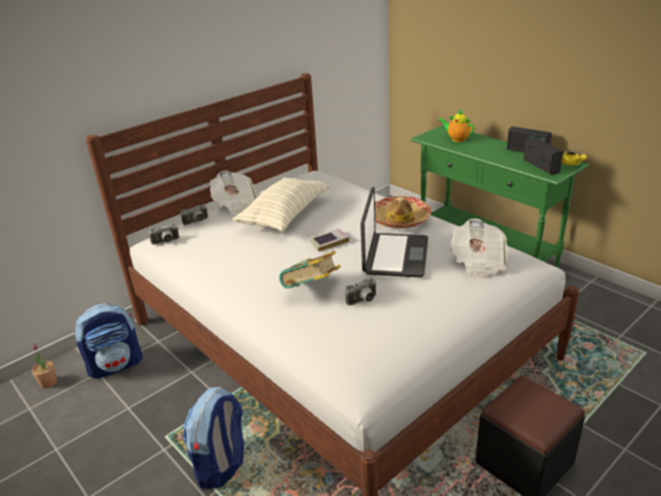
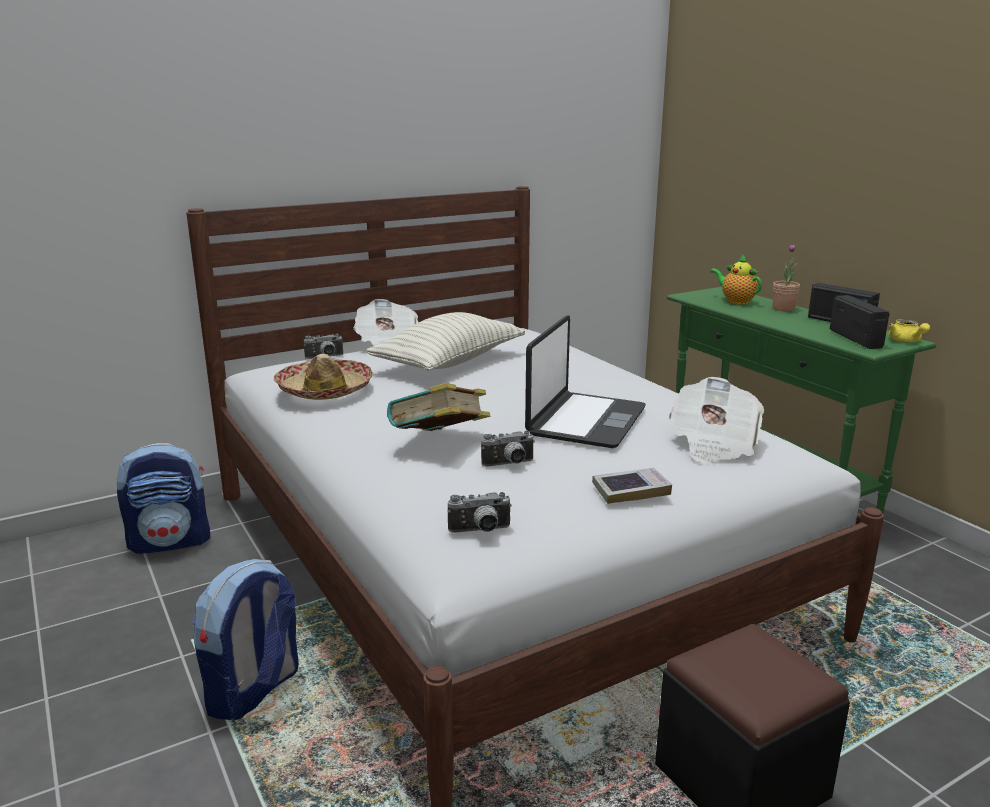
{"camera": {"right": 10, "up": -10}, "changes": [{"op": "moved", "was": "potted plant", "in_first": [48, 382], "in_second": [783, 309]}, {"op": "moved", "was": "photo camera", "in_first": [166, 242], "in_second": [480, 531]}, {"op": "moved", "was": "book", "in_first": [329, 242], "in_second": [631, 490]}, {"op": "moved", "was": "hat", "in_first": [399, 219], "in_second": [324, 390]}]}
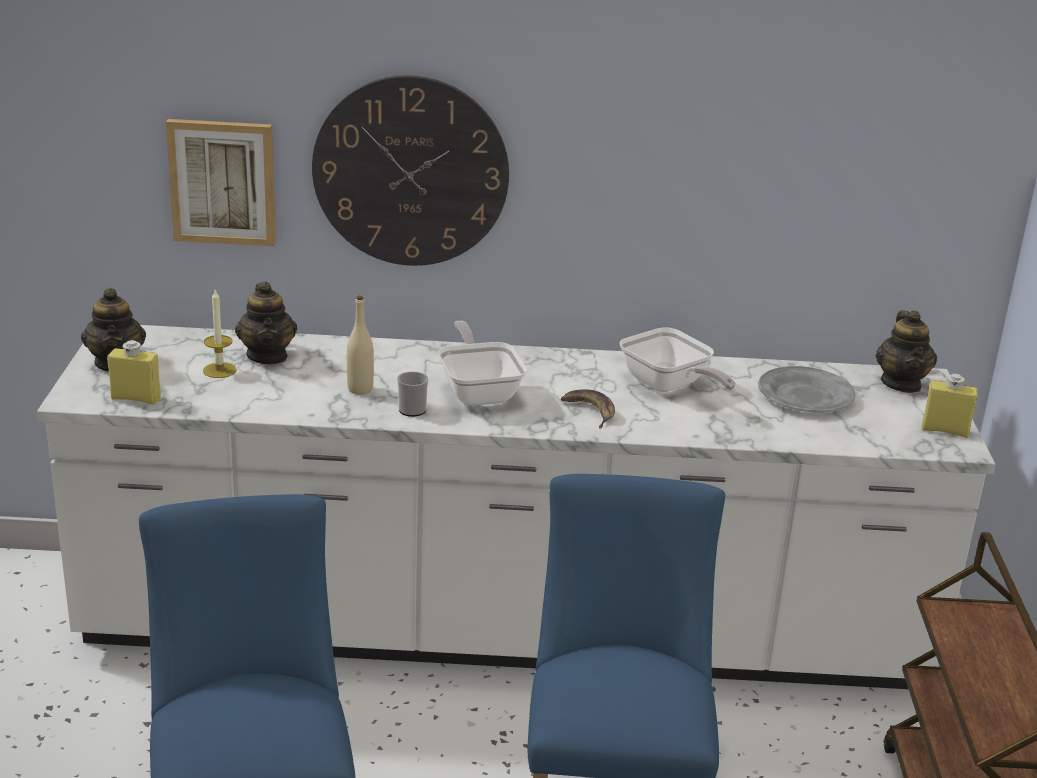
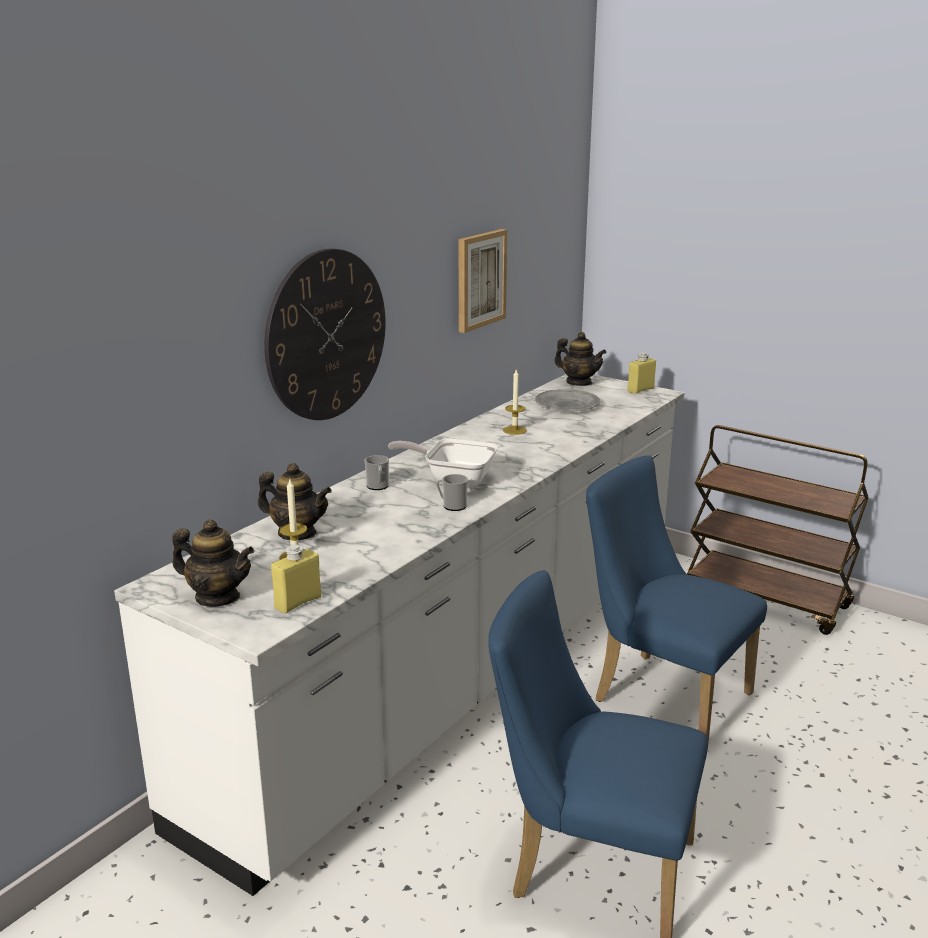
{"camera": {"right": -55, "up": -5}, "changes": [{"op": "moved", "was": "picture", "in_first": [223, 182], "in_second": [480, 279]}, {"op": "removed", "was": "bottle/beige", "in_first": [360, 389]}, {"op": "removed", "was": "banana", "in_first": [590, 411]}, {"op": "replaced", "was": "frying pan", "now": "candle", "in_first": [669, 386], "in_second": [514, 430]}, {"op": "added", "now": "mug", "in_second": [378, 487]}]}
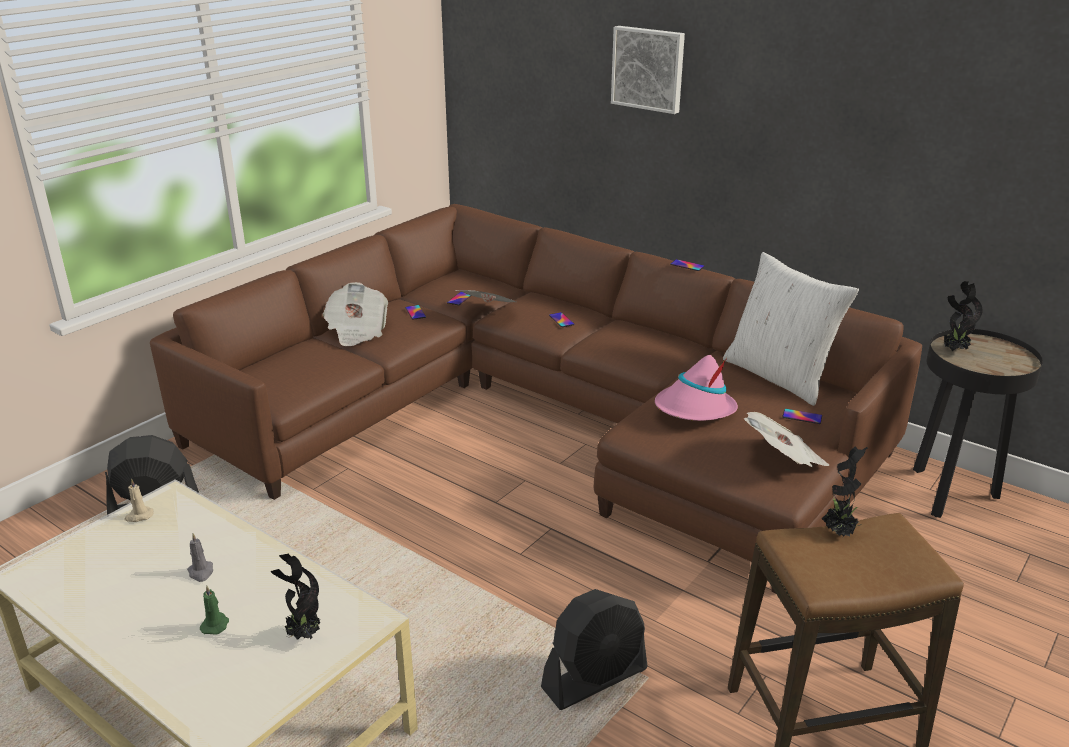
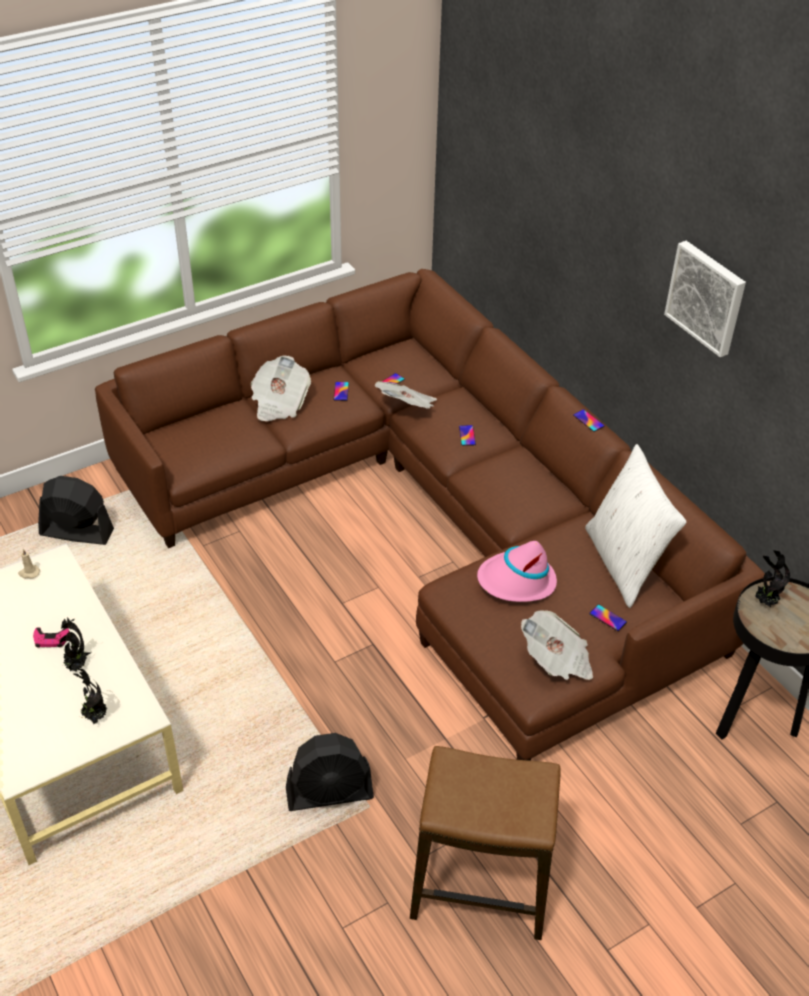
{"camera": {"right": 20, "up": 15}, "changes": [{"op": "replaced", "was": "candle/grey", "now": "game controller/pink", "in_first": [201, 572], "in_second": [51, 639]}, {"op": "removed", "was": "candle/green", "in_first": [215, 624]}, {"op": "moved", "was": "picture", "in_first": [648, 68], "in_second": [707, 297]}, {"op": "moved", "was": "potted plant", "in_first": [839, 533], "in_second": [77, 666]}]}
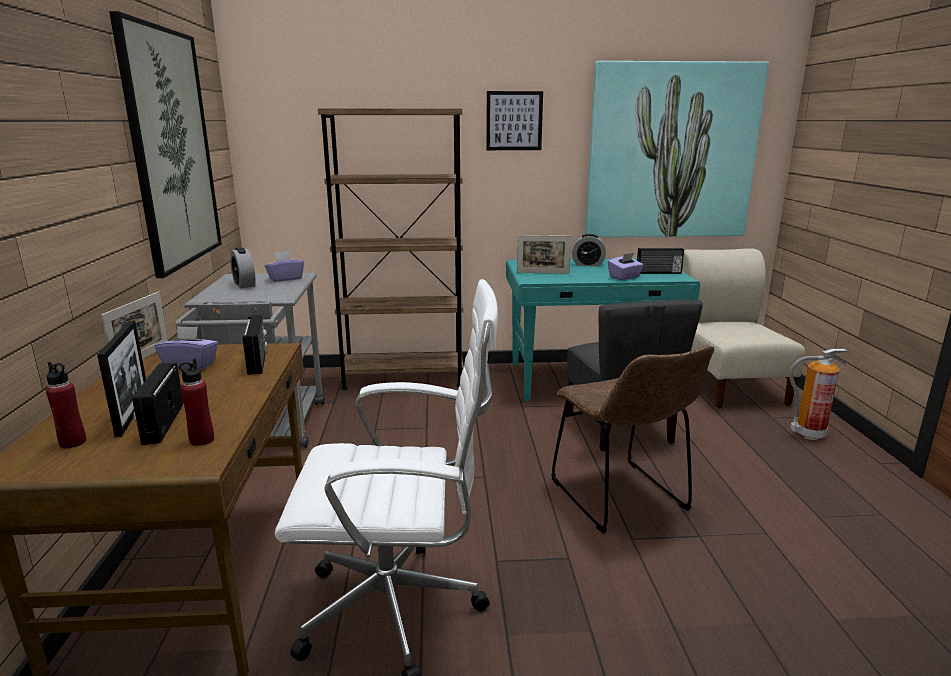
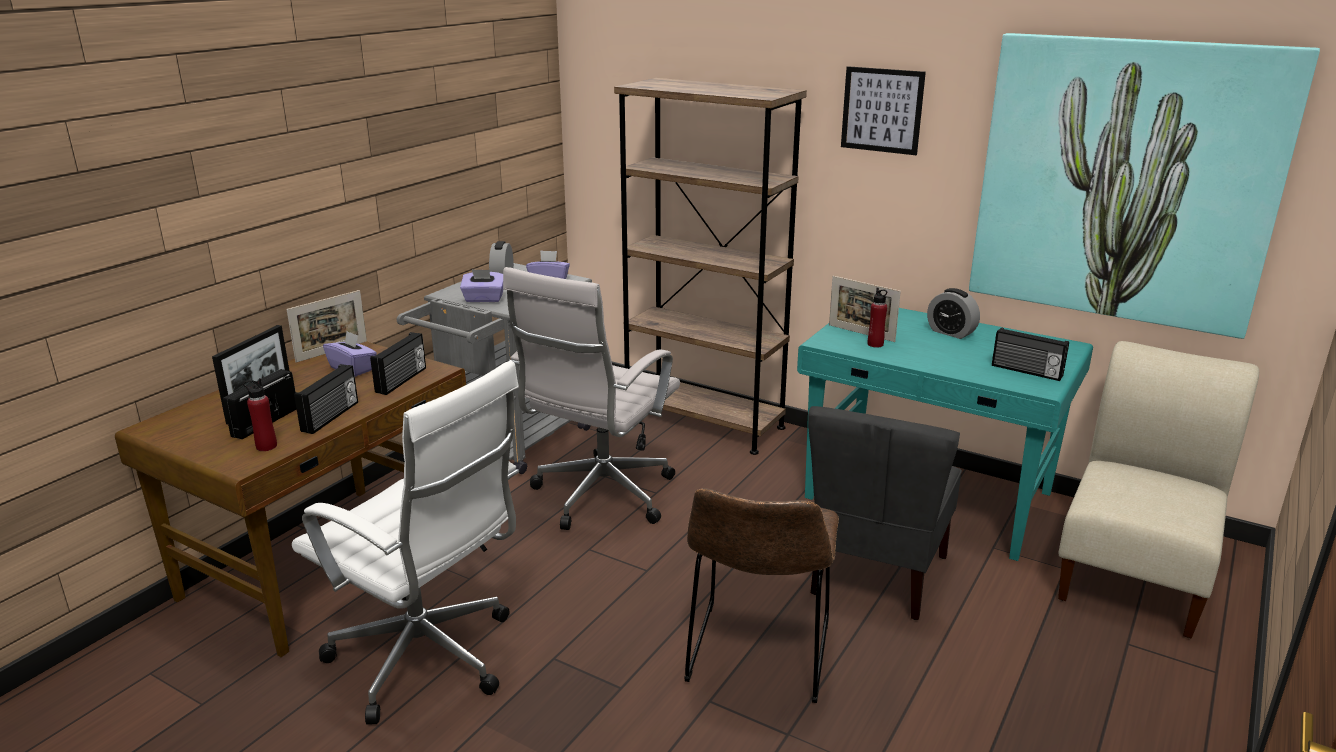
{"camera": {"right": 35, "up": 5}, "changes": [{"op": "moved", "was": "bottle/red", "in_first": [73, 442], "in_second": [875, 344]}, {"op": "removed", "was": "picture", "in_first": [172, 149]}, {"op": "moved", "was": "tissue box/purple", "in_first": [624, 277], "in_second": [484, 299]}, {"op": "removed", "was": "fire extinguisher", "in_first": [808, 434]}, {"op": "added", "now": "radio", "in_second": [331, 417]}, {"op": "added", "now": "office chair/white", "in_second": [599, 498]}]}
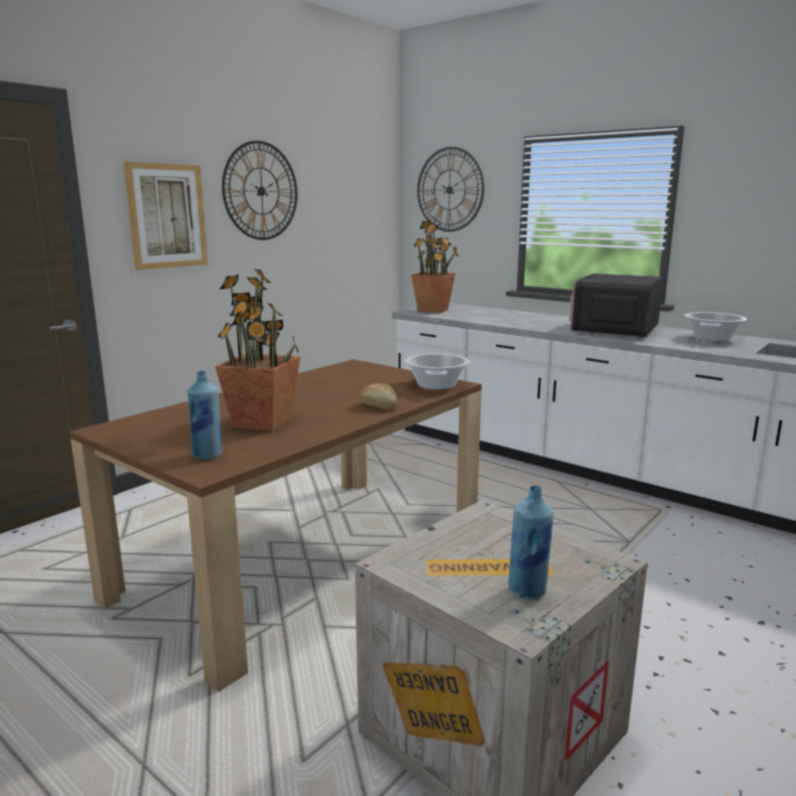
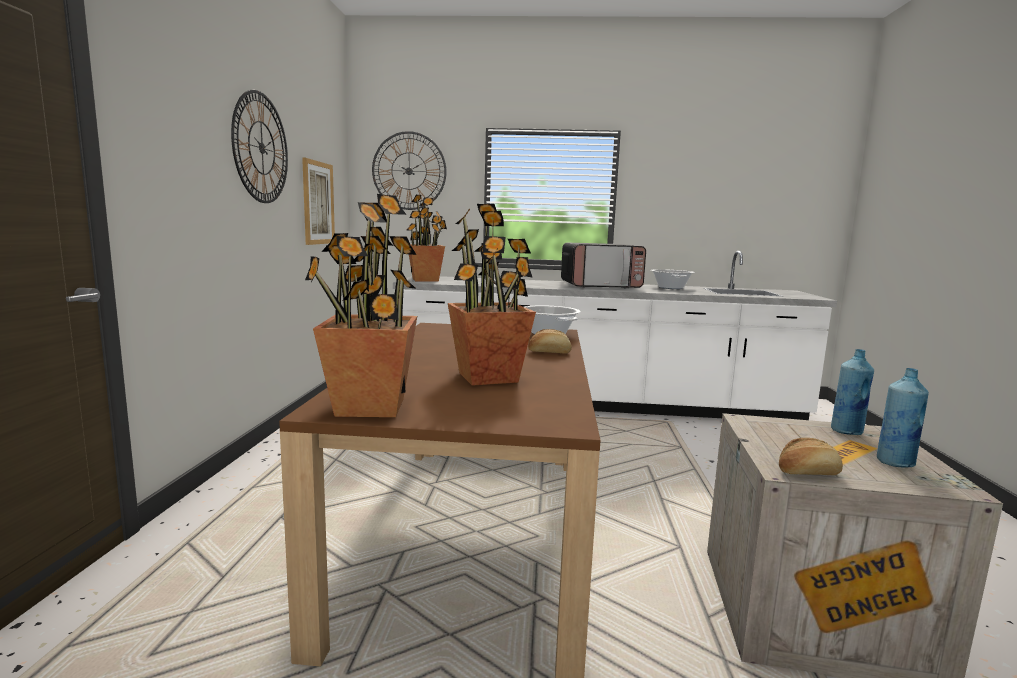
{"camera": {"right": -35, "up": -5}, "changes": [{"op": "moved", "was": "picture", "in_first": [167, 216], "in_second": [318, 203]}, {"op": "moved", "was": "bottle/blue", "in_first": [207, 455], "in_second": [847, 431]}, {"op": "turned", "was": "microwave", "in_first": [615, 330], "in_second": [600, 286], "clockwise": -90}, {"op": "added", "now": "potted plant", "in_second": [369, 407]}, {"op": "added", "now": "bread", "in_second": [807, 472]}]}
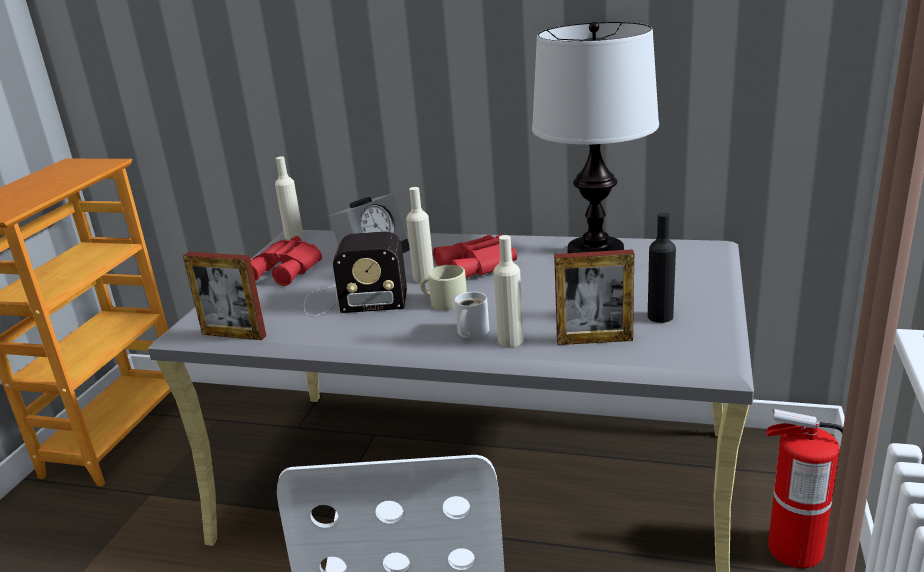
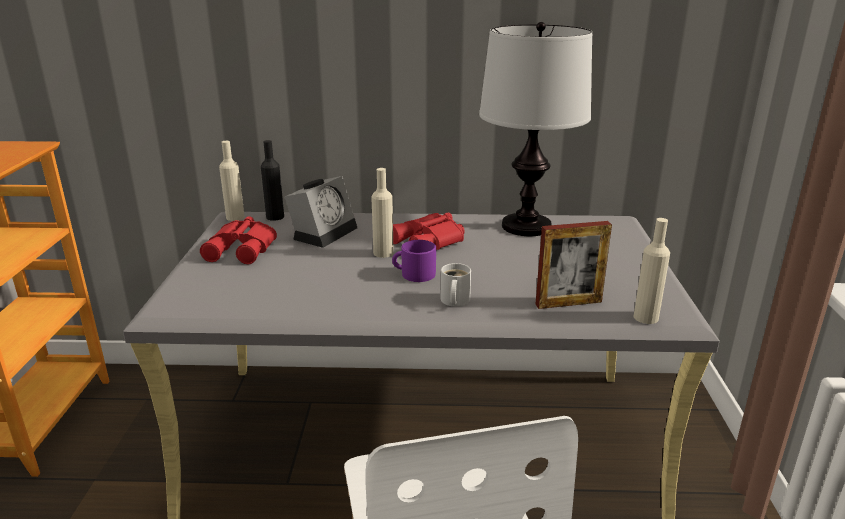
{"camera": {"right": -15, "up": 0}, "changes": [{"op": "removed", "was": "picture frame", "in_first": [234, 335]}, {"op": "removed", "was": "radio", "in_first": [351, 300]}, {"op": "recoloured", "was": "mug/beige", "now": "mug/purple", "in_first": [444, 302], "in_second": [414, 274]}, {"op": "moved", "was": "bottle/beige", "in_first": [510, 340], "in_second": [645, 317]}, {"op": "moved", "was": "bottle/black", "in_first": [660, 316], "in_second": [275, 217]}, {"op": "removed", "was": "fire extinguisher", "in_first": [794, 549]}]}
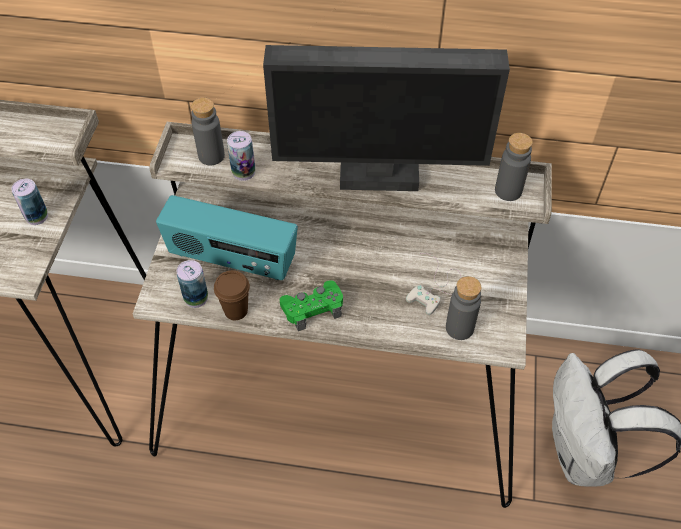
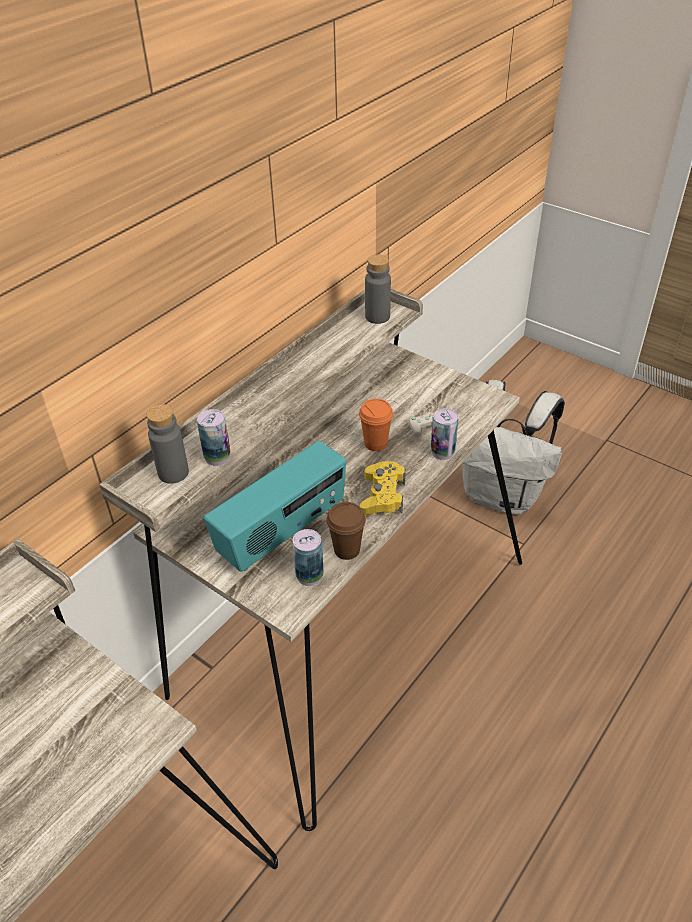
{"camera": {"right": -60, "up": -10}, "changes": [{"op": "moved", "was": "can", "in_first": [37, 216], "in_second": [442, 452]}, {"op": "removed", "was": "monitor", "in_first": [379, 178]}, {"op": "recoloured", "was": "game controller/green", "now": "game controller/yellow", "in_first": [312, 308], "in_second": [382, 495]}, {"op": "removed", "was": "bottle/grey", "in_first": [459, 328]}, {"op": "added", "now": "cup/orange", "in_second": [375, 443]}]}
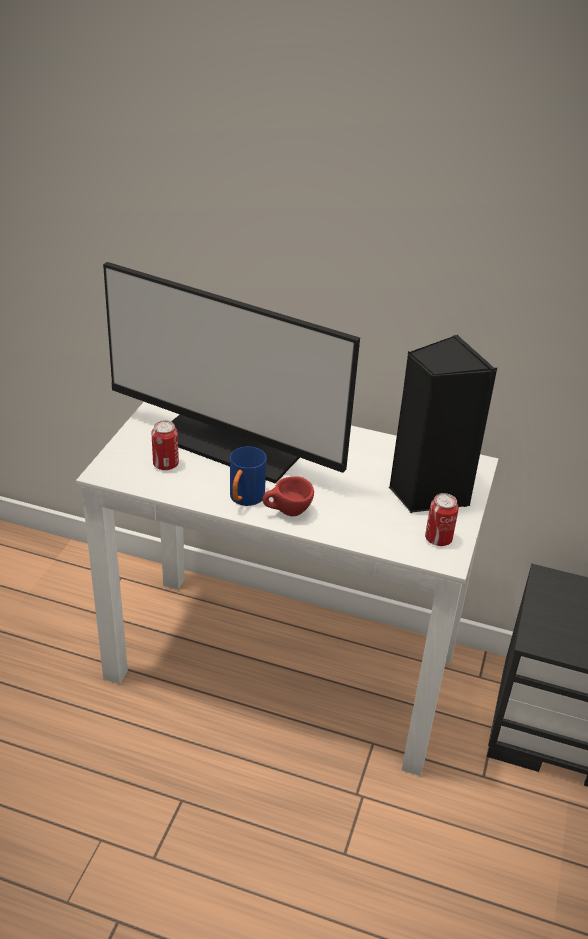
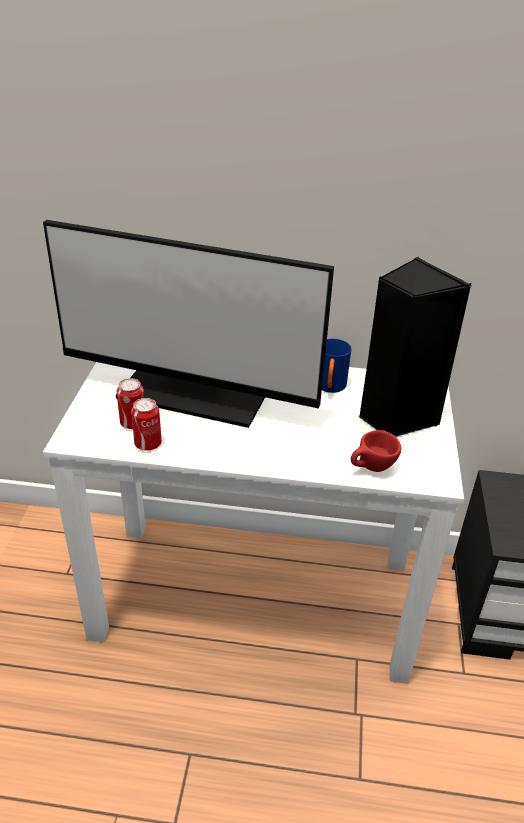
{"camera": {"right": -10, "up": 0}, "changes": [{"op": "moved", "was": "mug/blue", "in_first": [244, 500], "in_second": [330, 388]}, {"op": "moved", "was": "cup/red", "in_first": [287, 513], "in_second": [371, 469]}, {"op": "moved", "was": "can", "in_first": [438, 539], "in_second": [148, 444]}]}
